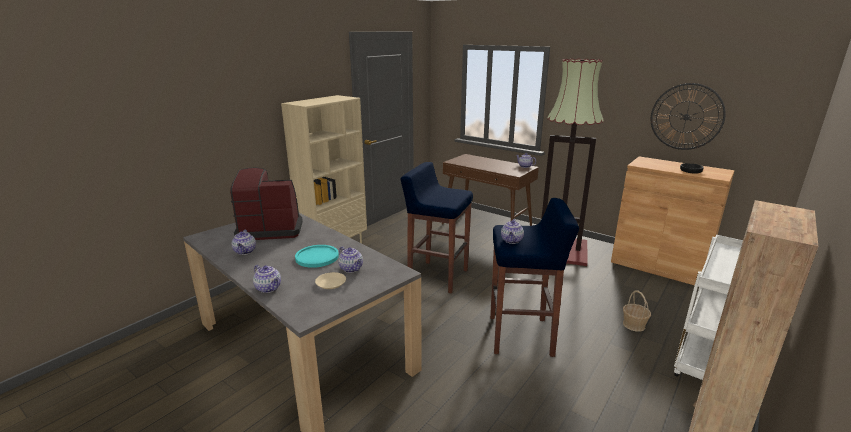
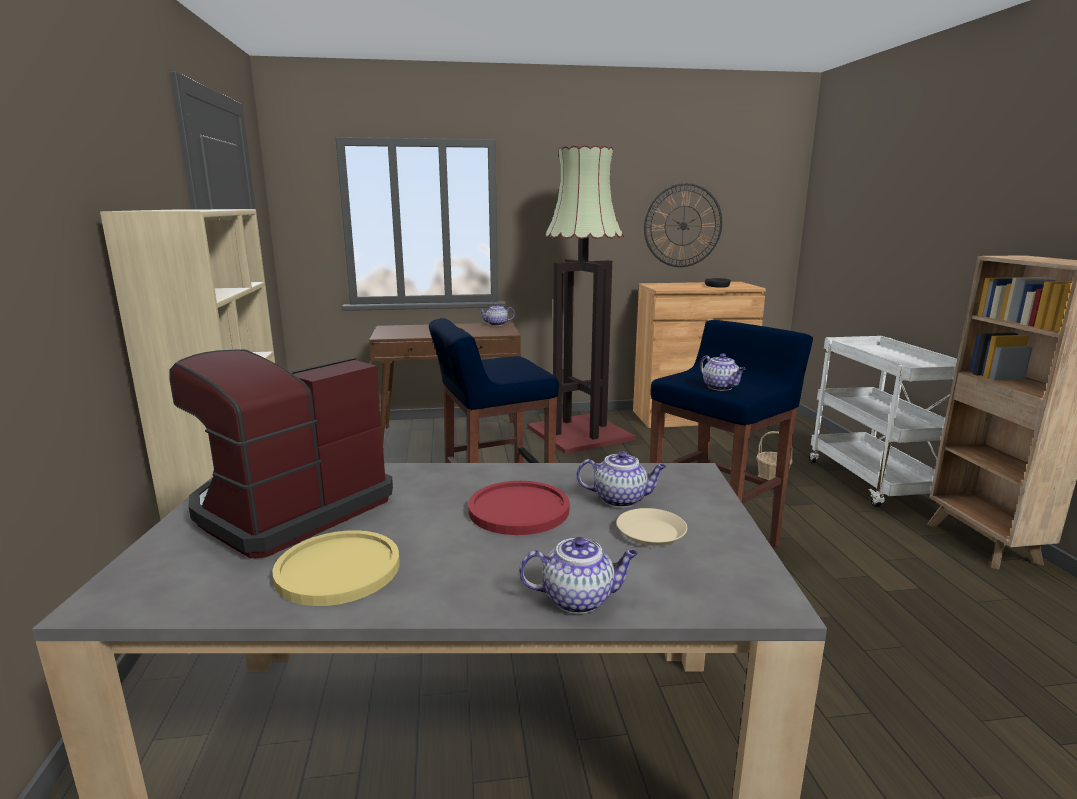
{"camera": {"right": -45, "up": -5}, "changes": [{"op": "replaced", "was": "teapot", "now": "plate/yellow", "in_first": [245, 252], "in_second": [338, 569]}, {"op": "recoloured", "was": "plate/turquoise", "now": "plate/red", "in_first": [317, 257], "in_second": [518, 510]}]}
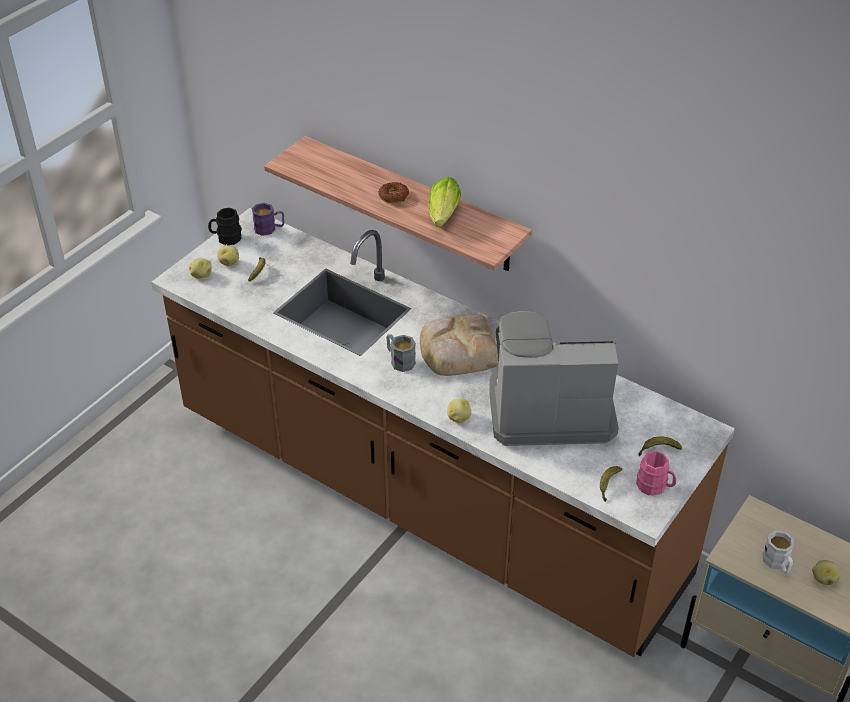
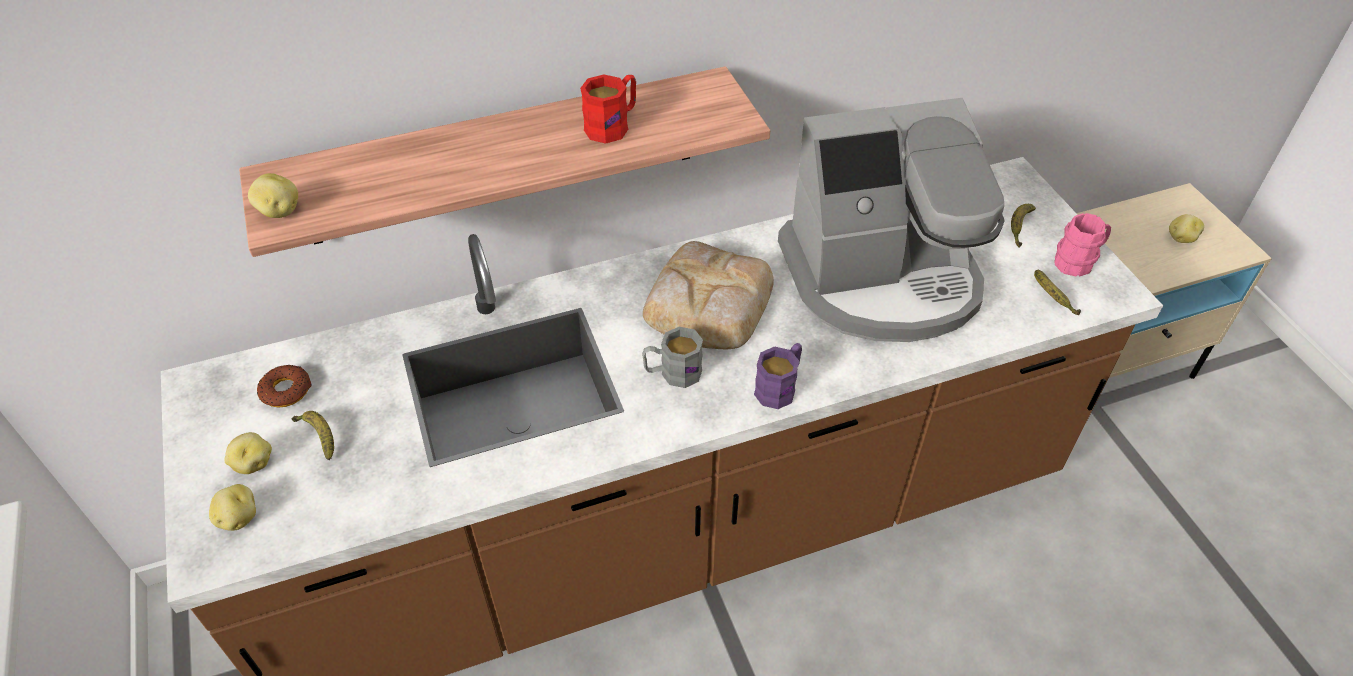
{"camera": {"right": -55, "up": 5}, "changes": [{"op": "removed", "was": "mug/black", "in_first": [226, 238]}, {"op": "moved", "was": "mug/purple", "in_first": [269, 229], "in_second": [780, 387]}, {"op": "moved", "was": "donut", "in_first": [393, 196], "in_second": [286, 390]}, {"op": "replaced", "was": "lettuce", "now": "mug/red", "in_first": [442, 217], "in_second": [613, 125]}, {"op": "moved", "was": "potato", "in_first": [458, 418], "in_second": [279, 211]}, {"op": "turned", "was": "coffee machine", "in_first": [548, 408], "in_second": [882, 279], "clockwise": -135}, {"op": "removed", "was": "mug/white", "in_first": [777, 563]}]}
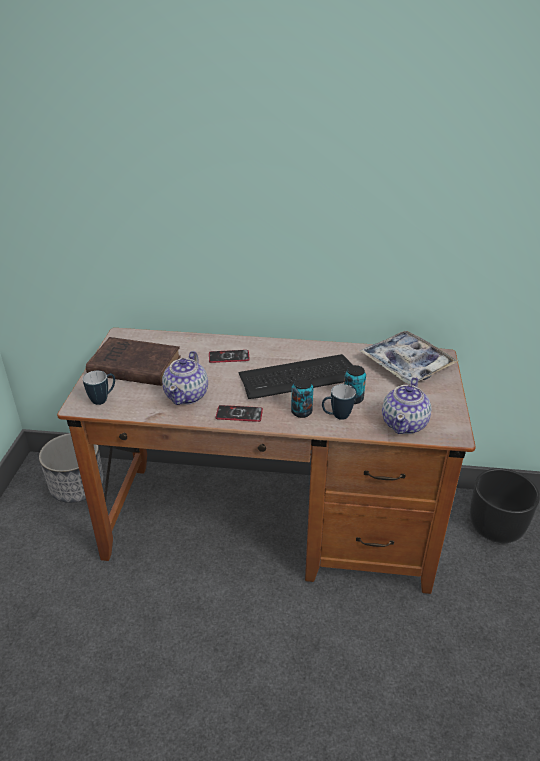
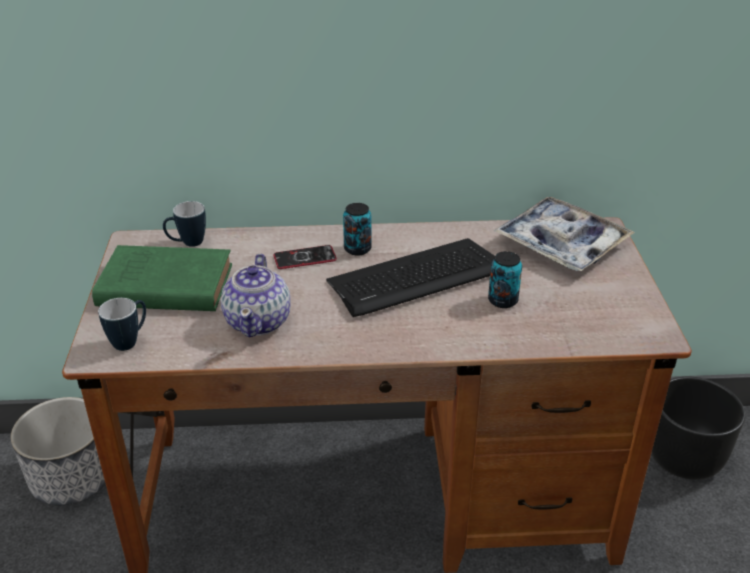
{"camera": {"right": -10, "up": 0}, "changes": [{"op": "recoloured", "was": "book/brown", "now": "book/green", "in_first": [132, 366], "in_second": [162, 286]}, {"op": "removed", "was": "phone", "in_first": [239, 414]}, {"op": "moved", "was": "can", "in_first": [301, 412], "in_second": [357, 249]}, {"op": "moved", "was": "mug", "in_first": [336, 416], "in_second": [187, 244]}, {"op": "removed", "was": "teapot", "in_first": [405, 424]}]}
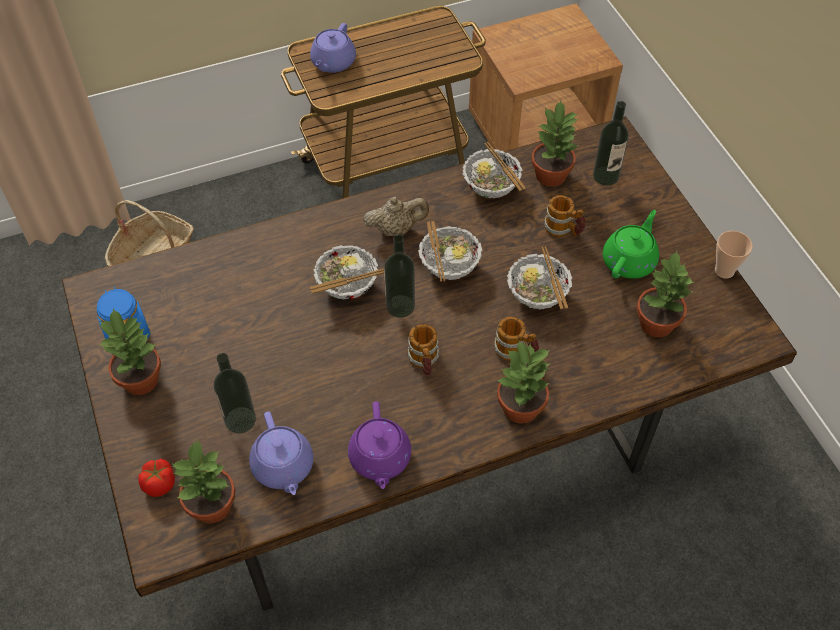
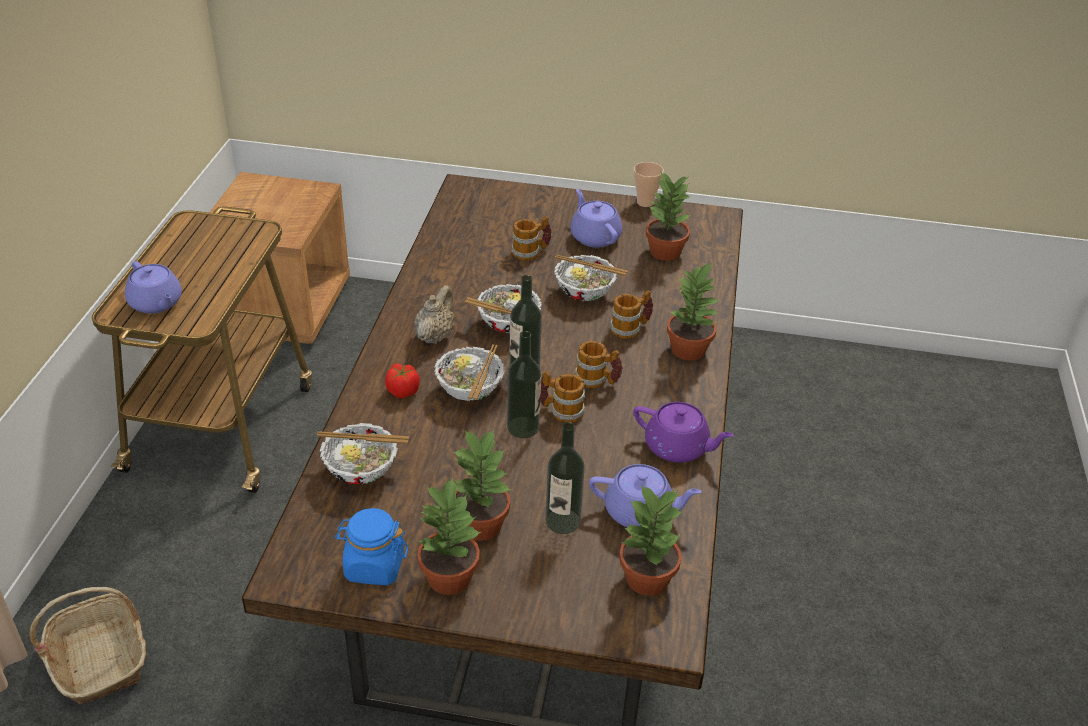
{"camera": {"right": -60, "up": -15}, "changes": [{"op": "moved", "was": "tomato", "in_first": [160, 483], "in_second": [402, 391]}, {"op": "moved", "was": "bowl", "in_first": [491, 187], "in_second": [361, 470]}, {"op": "moved", "was": "potted plant", "in_first": [551, 175], "in_second": [481, 524]}, {"op": "moved", "was": "bottle", "in_first": [606, 176], "in_second": [523, 427]}, {"op": "recoloured", "was": "teapot/green", "now": "teapot/purple", "in_first": [629, 261], "in_second": [594, 236]}, {"op": "added", "now": "mug", "in_second": [560, 410]}]}
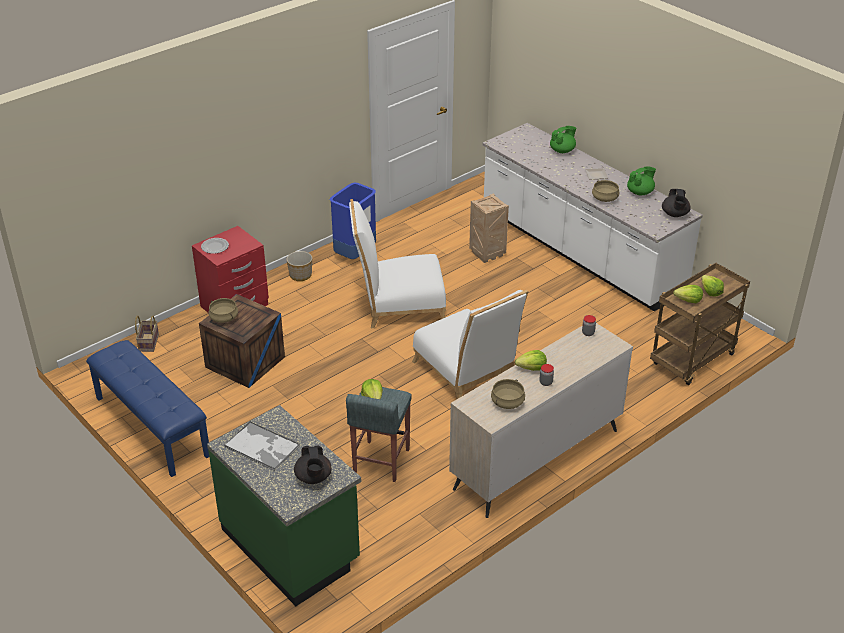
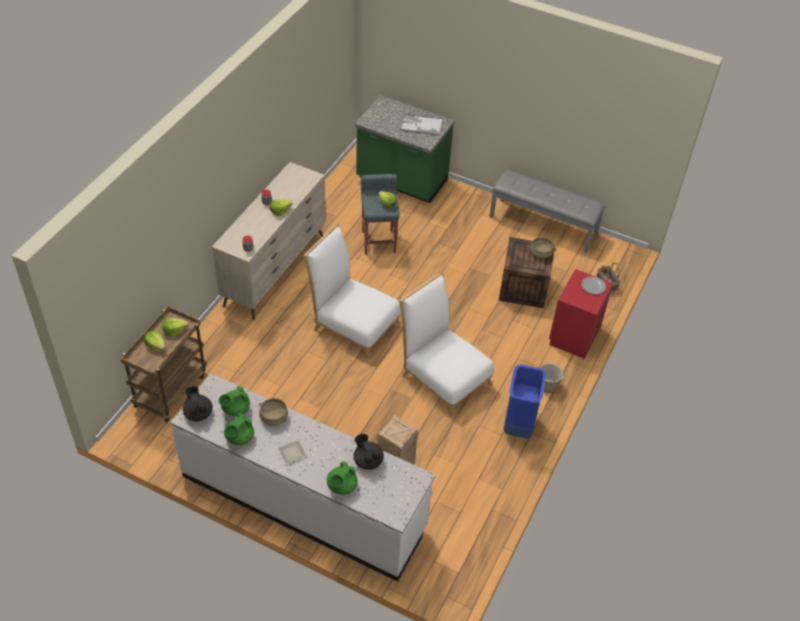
{"camera": {"right": 155, "up": 10}, "changes": [{"op": "recoloured", "was": "bench/blue", "now": "bench/grey", "in_first": [151, 426], "in_second": [543, 225]}, {"op": "moved", "was": "teapot/black", "in_first": [313, 478], "in_second": [367, 461]}, {"op": "turned", "was": "chair/white", "in_first": [398, 306], "in_second": [442, 376], "clockwise": -105}, {"op": "removed", "was": "cooking pot/beige", "in_first": [507, 402]}, {"op": "added", "now": "teapot/green", "in_second": [235, 409]}]}
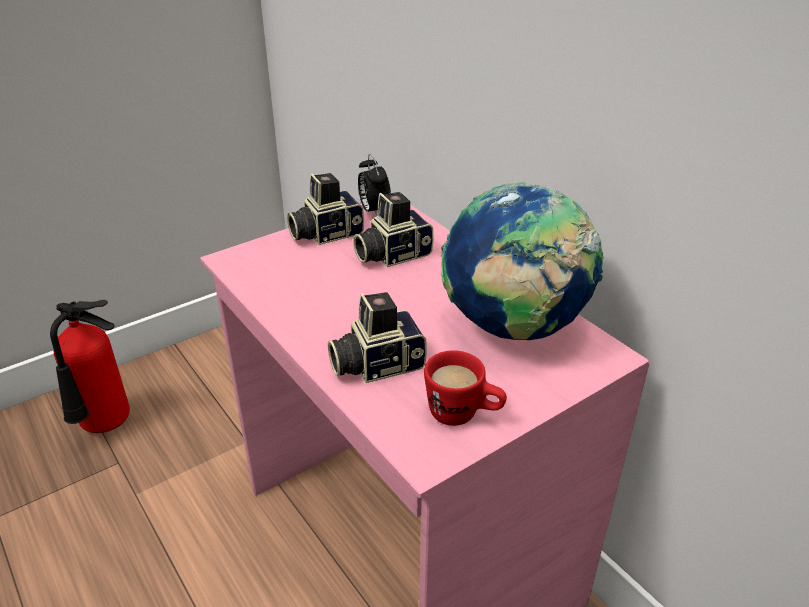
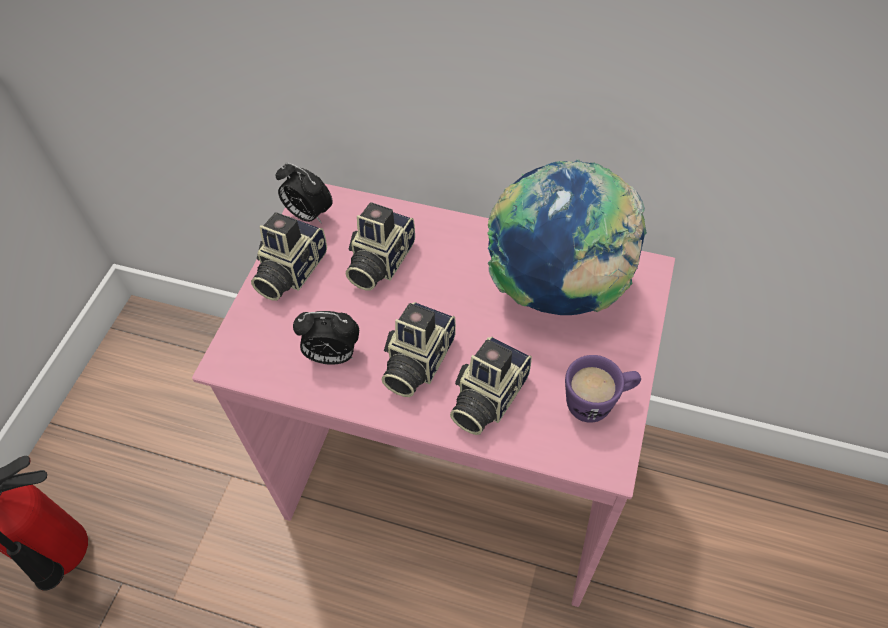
{"camera": {"right": -35, "up": 20}, "changes": [{"op": "recoloured", "was": "mug/red", "now": "mug/purple", "in_first": [463, 415], "in_second": [598, 403]}, {"op": "added", "now": "alarm clock", "in_second": [332, 355]}, {"op": "added", "now": "photo camera", "in_second": [416, 361]}]}
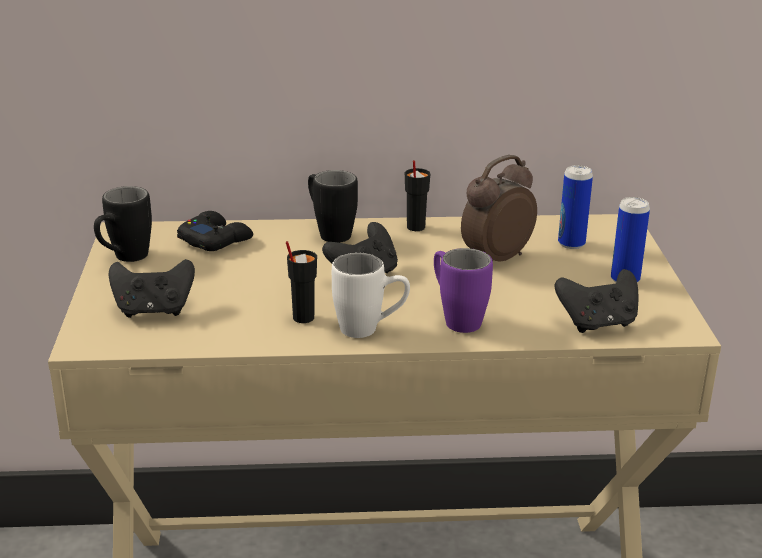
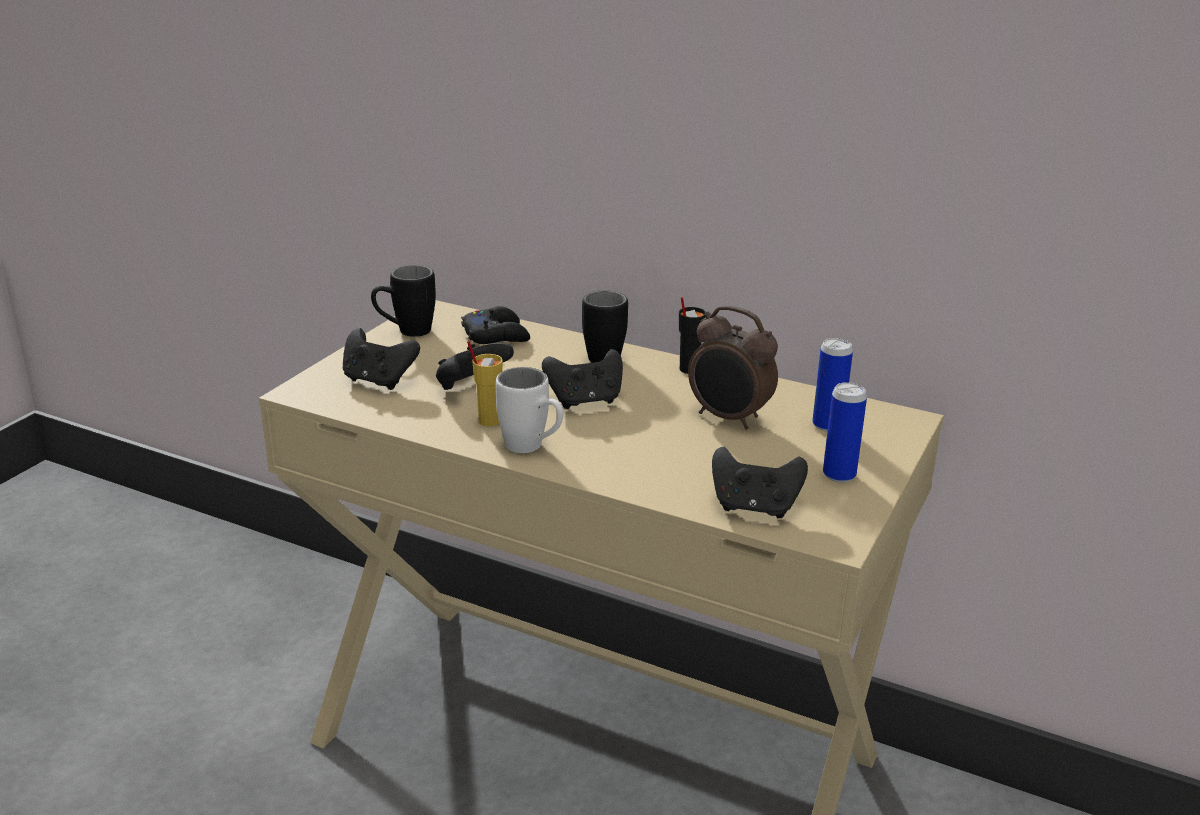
{"camera": {"right": 30, "up": 0}, "changes": [{"op": "recoloured", "was": "cup/black", "now": "cup/yellow", "in_first": [302, 317], "in_second": [488, 421]}, {"op": "removed", "was": "mug/purple", "in_first": [455, 318]}, {"op": "turned", "was": "alarm clock", "in_first": [494, 259], "in_second": [728, 418], "clockwise": -135}, {"op": "added", "now": "game controller/black", "in_second": [471, 387]}]}
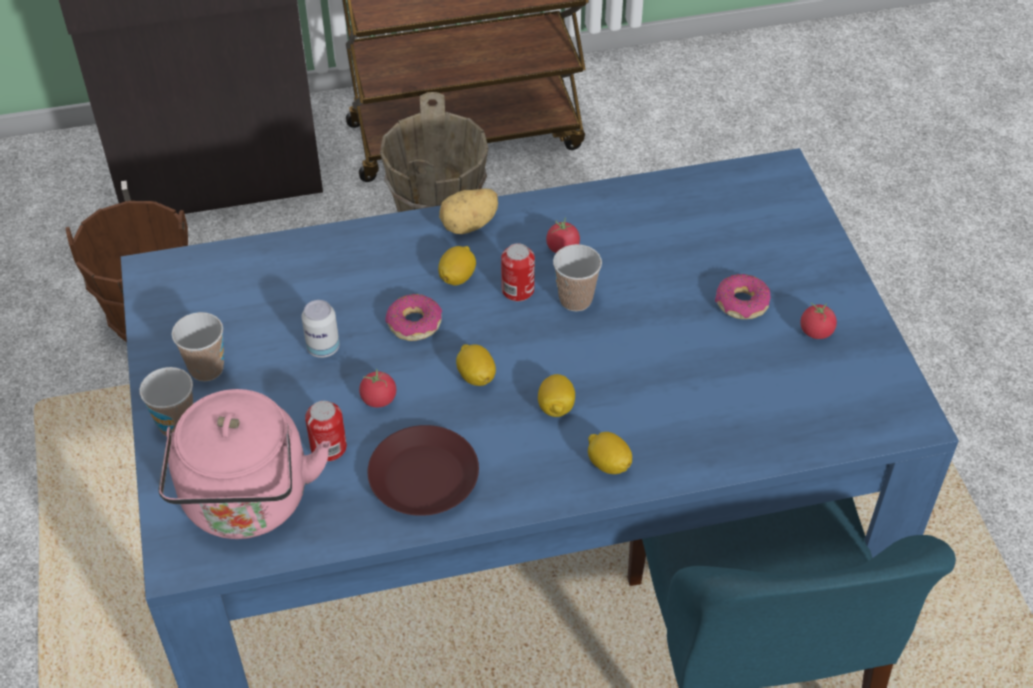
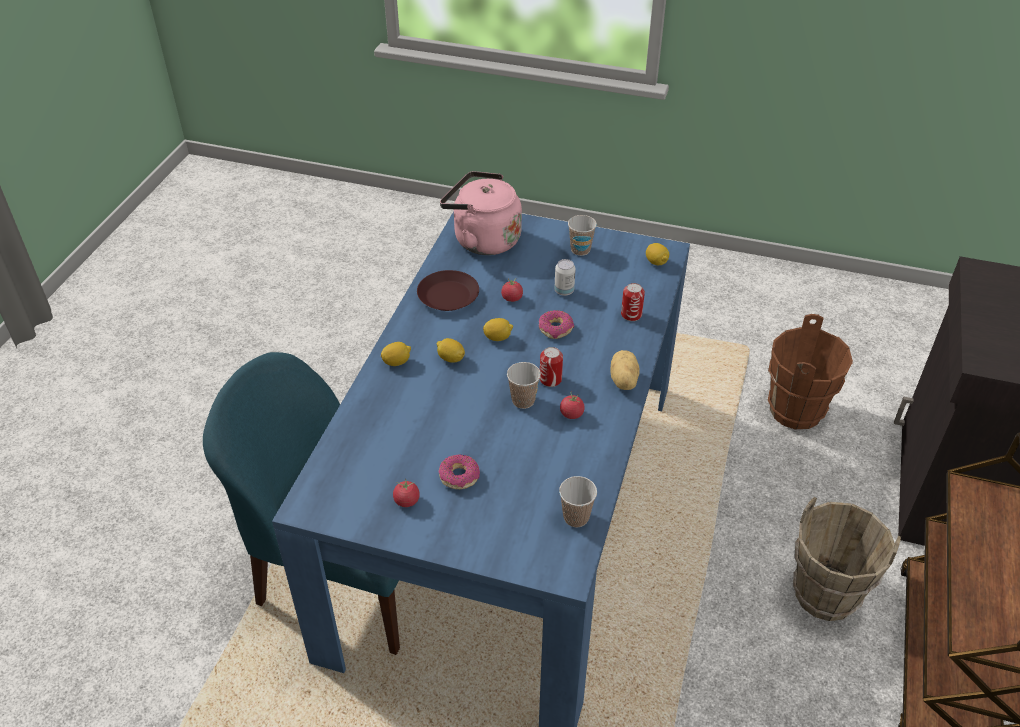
{"camera": {"right": 120, "up": -5}, "changes": [{"op": "moved", "was": "cup", "in_first": [176, 424], "in_second": [576, 517]}, {"op": "moved", "was": "can", "in_first": [328, 448], "in_second": [631, 314]}, {"op": "moved", "was": "lemon", "in_first": [457, 277], "in_second": [656, 262]}]}
